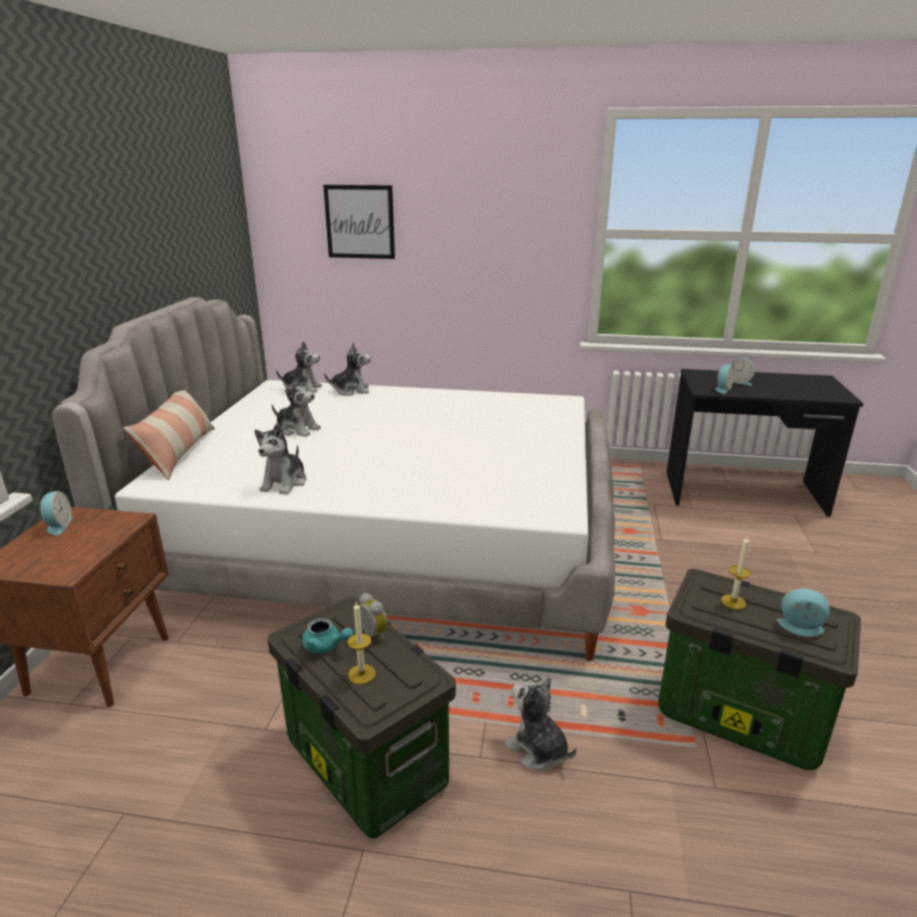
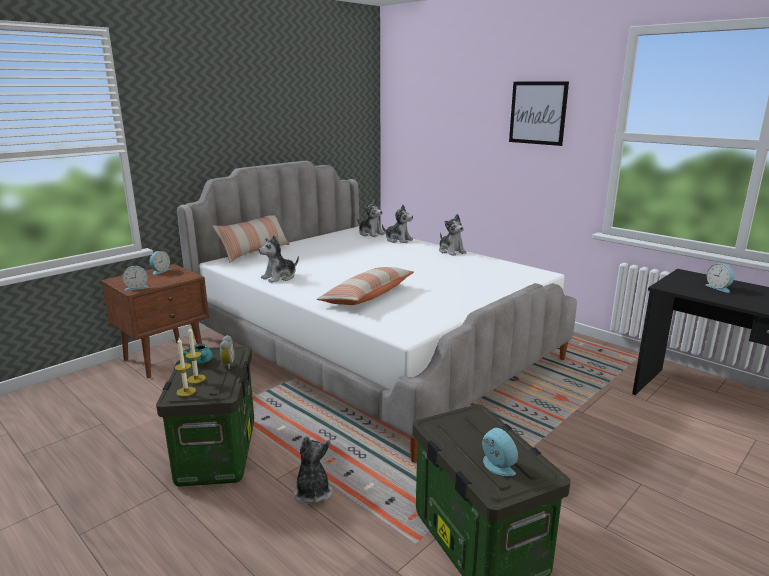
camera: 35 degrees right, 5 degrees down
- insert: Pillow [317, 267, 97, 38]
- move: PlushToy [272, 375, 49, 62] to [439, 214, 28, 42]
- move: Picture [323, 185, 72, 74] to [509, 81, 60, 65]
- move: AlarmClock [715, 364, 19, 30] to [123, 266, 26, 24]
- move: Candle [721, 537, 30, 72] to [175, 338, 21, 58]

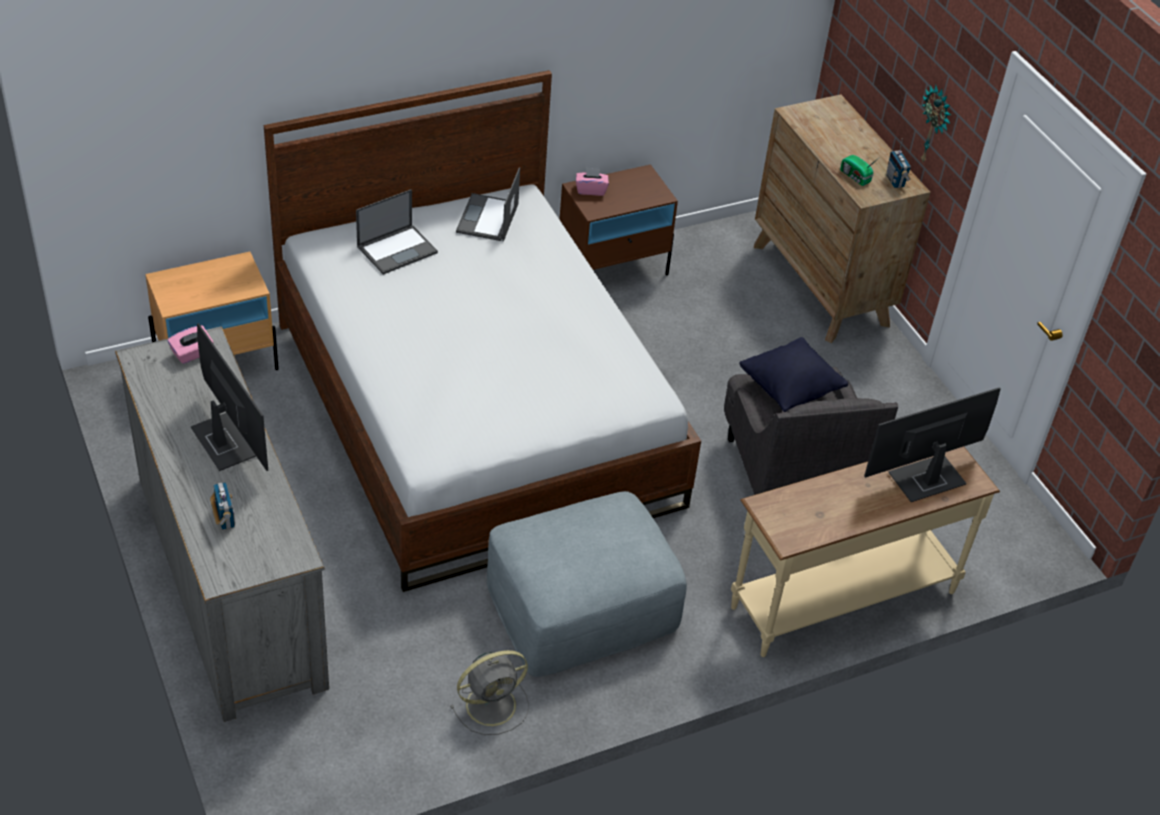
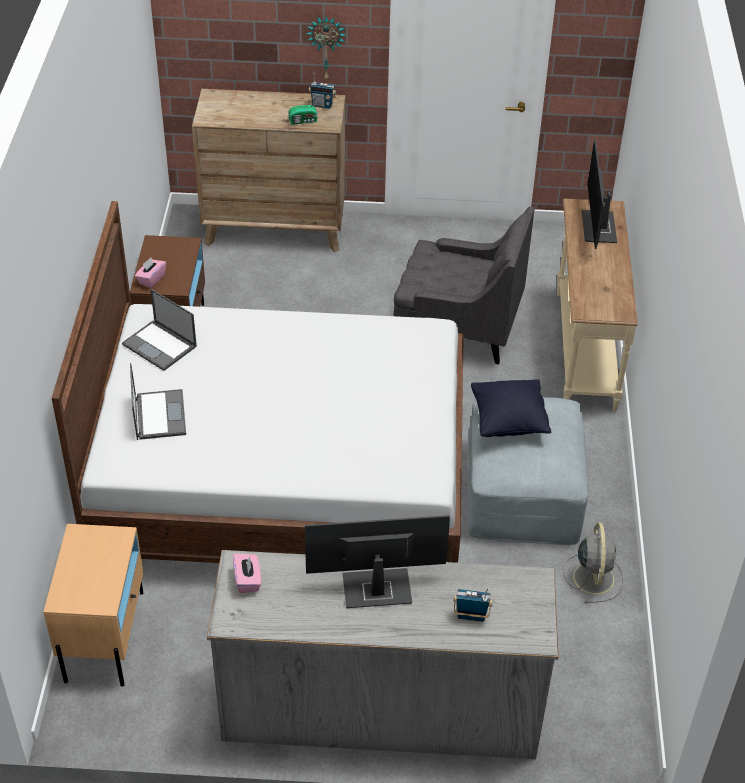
camera: 60 degrees left, 0 degrees up
- move: BlackPillow [739, 337, 109, 75] to [471, 379, 80, 58]

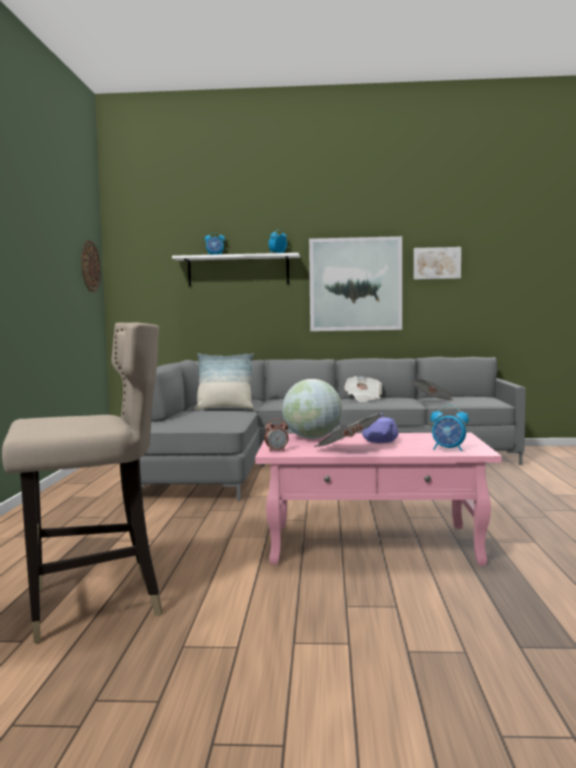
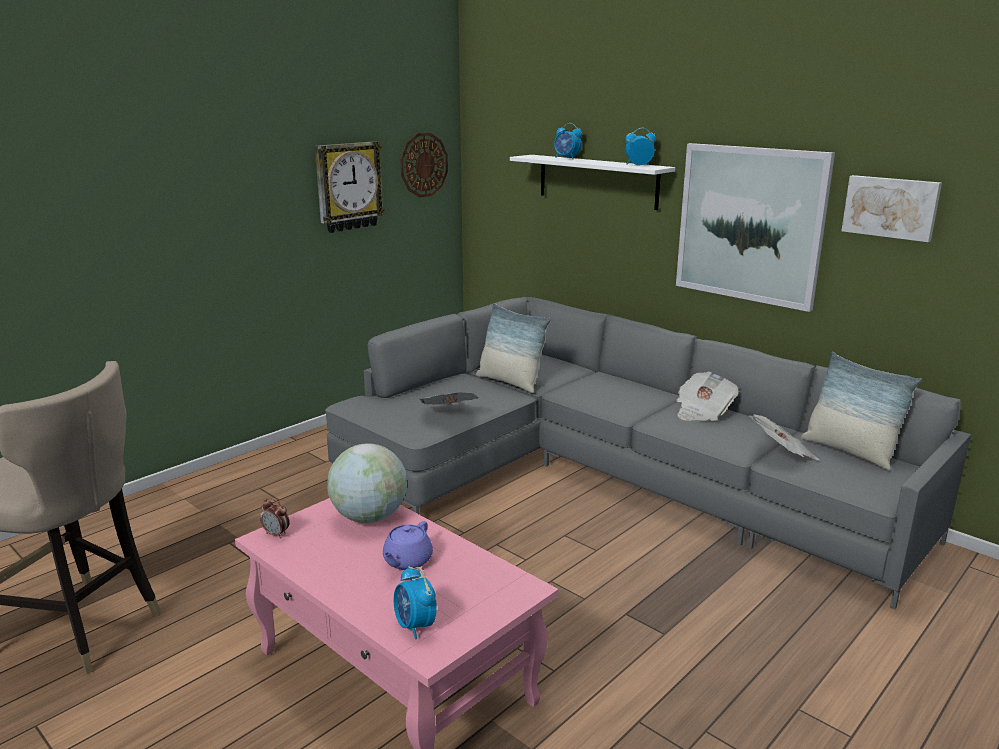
camera: 40 degrees right, 15 degrees up
- insert: WallClock [315, 141, 70, 92]
- insert: Pillow [801, 352, 121, 118]
- move: Newspaper [314, 413, 69, 34] to [420, 393, 59, 12]

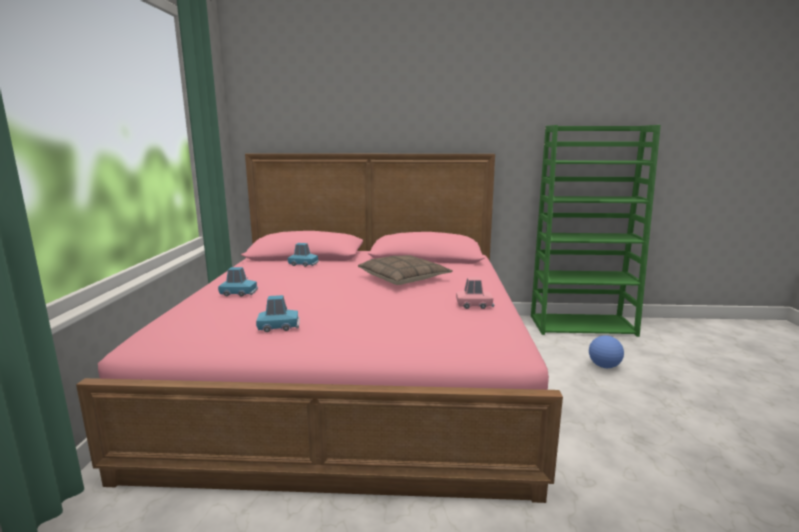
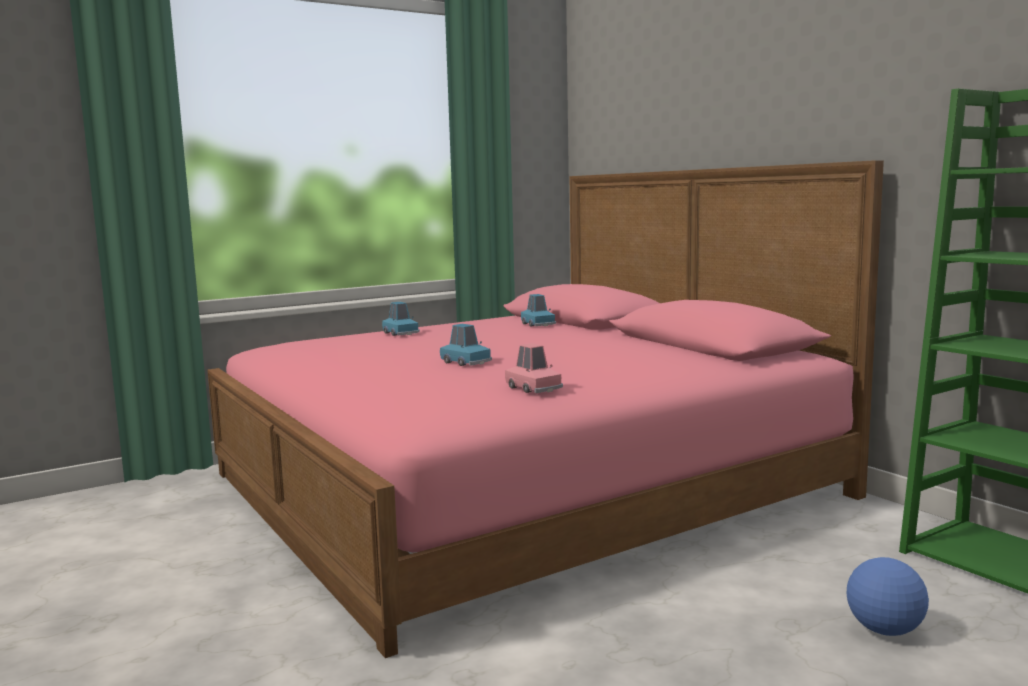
camera: 55 degrees right, 5 degrees down
- delete: Pillow [358, 255, 95, 30]
- move: BlueToyCar [256, 295, 44, 37] to [440, 324, 52, 42]

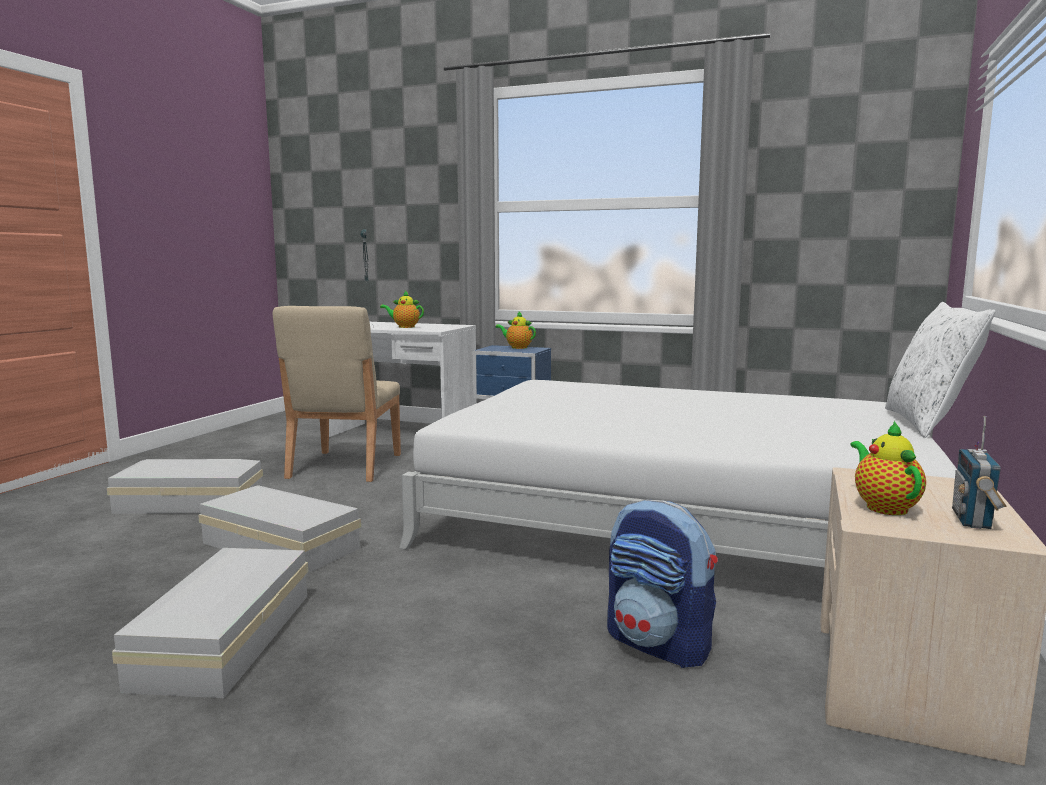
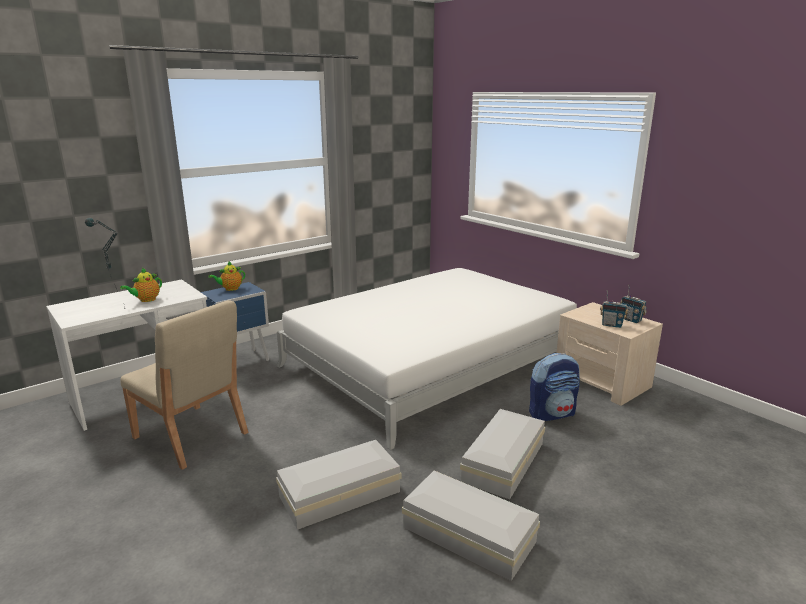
camera: 60 degrees left, 10 degrees up
- delete: WhitePillow [885, 302, 110, 136]
- move: WhiteStorageBox [107, 459, 156, 55] to [460, 409, 85, 90]
- replace: Teapot [850, 421, 76, 94] to Radio [600, 290, 28, 38]

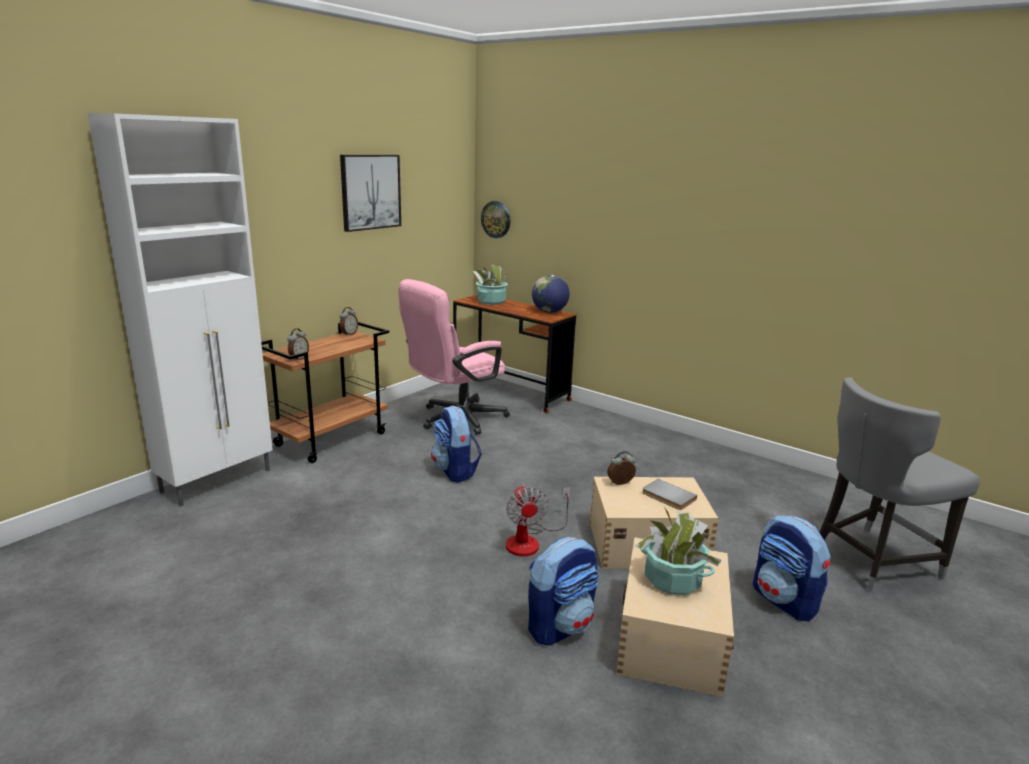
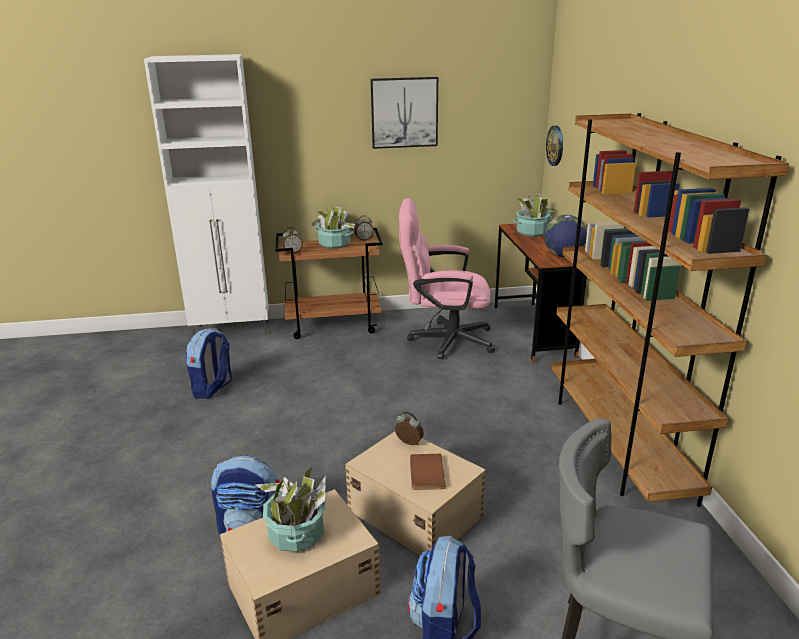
camera: 45 degrees right, 5 degrees up
- delete: Fan [506, 485, 65, 71]
- insert: PottedPlant [309, 206, 46, 43]
- insert: BrownBookcase [551, 113, 238, 394]
- move: Backpack [431, 406, 51, 77] to [185, 328, 47, 71]
- recolor: GreyBook [642, 479, 55, 31] to BrownBook [410, 454, 36, 36]

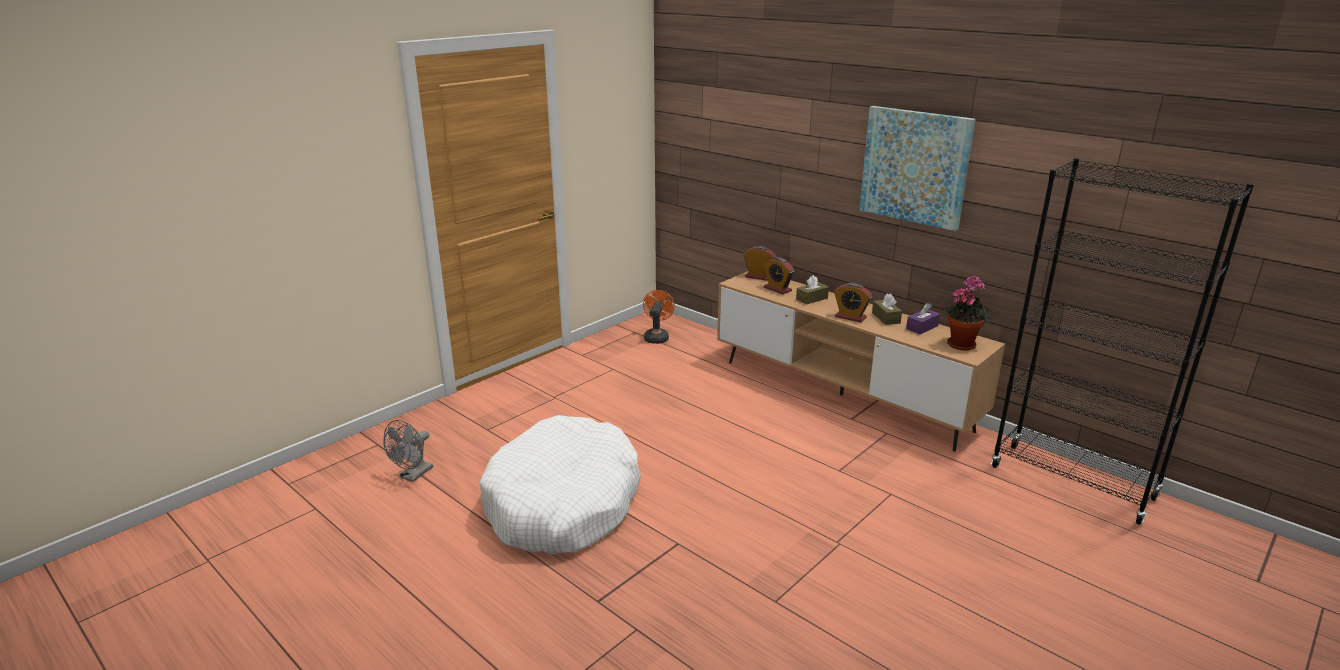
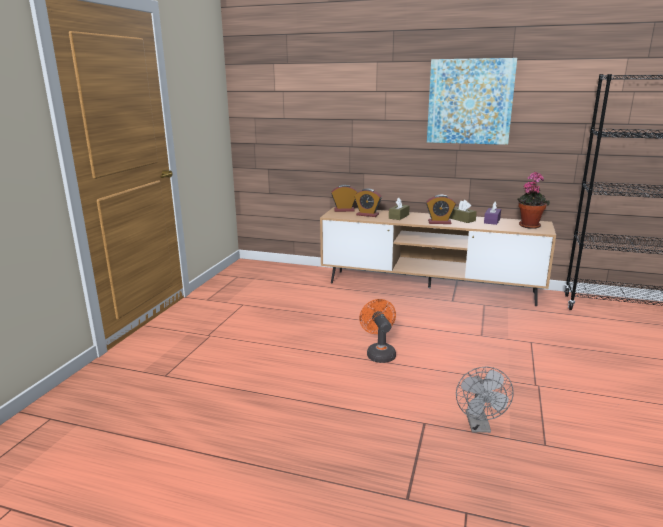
camera: 25 degrees left, 5 degrees down
- delete: WhiteDogBed [479, 415, 162, 139]
- move: GreyFan [383, 420, 50, 62] to [456, 367, 58, 66]
- move: OrangeFan [643, 290, 32, 54] to [359, 299, 37, 64]

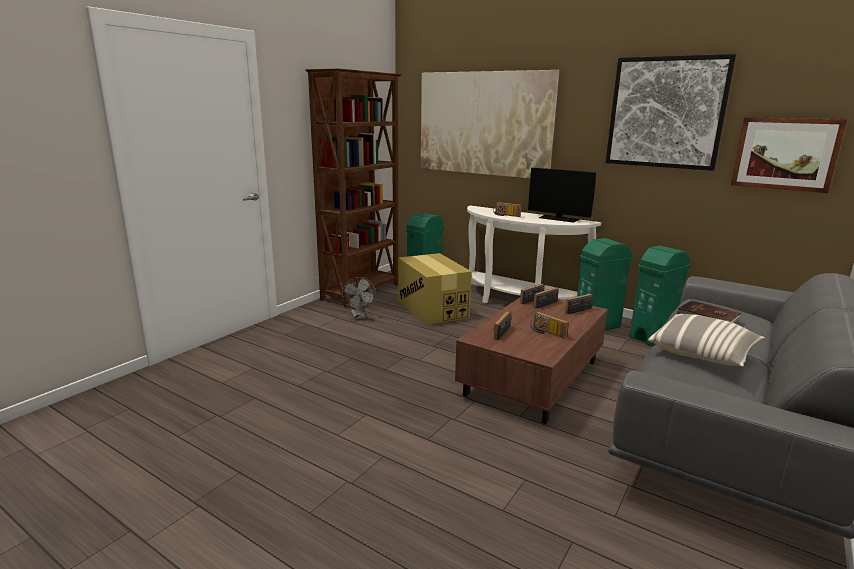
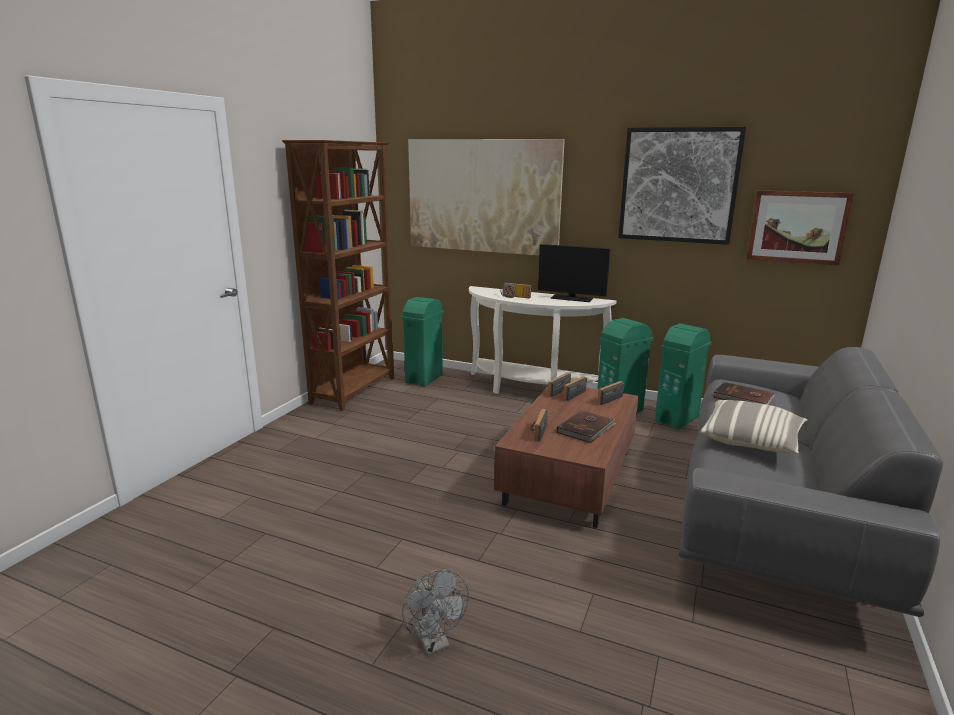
camera: 10 degrees left, 0 degrees up
- delete: CardboardBox [398, 253, 74, 72]
- move: GreyFan [342, 277, 34, 43] to [402, 569, 67, 86]
- replace: Radio [530, 312, 39, 27] to BrownBook [557, 410, 59, 33]

